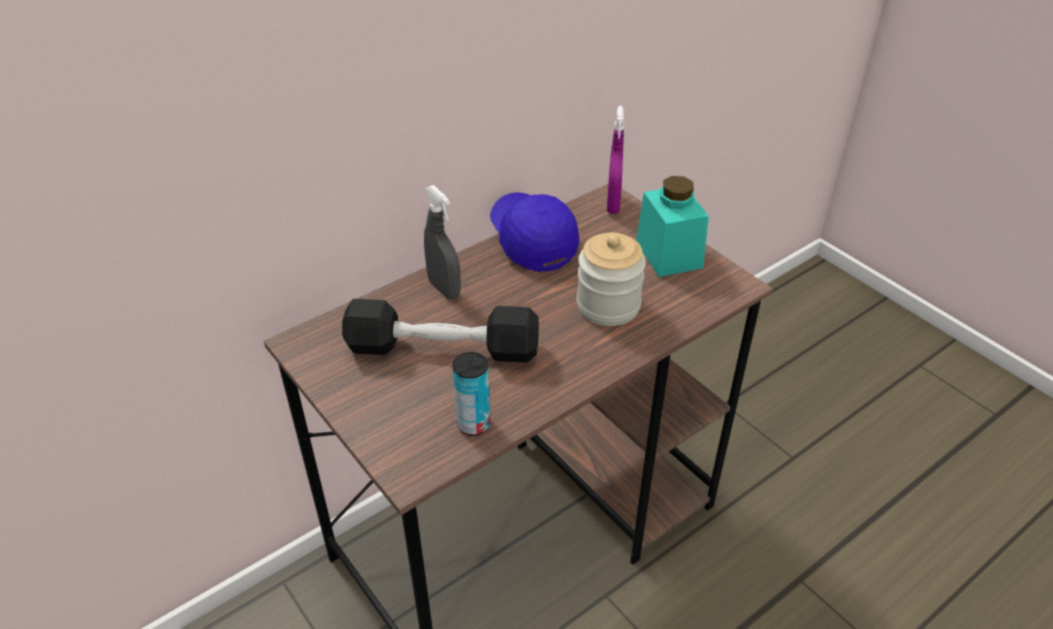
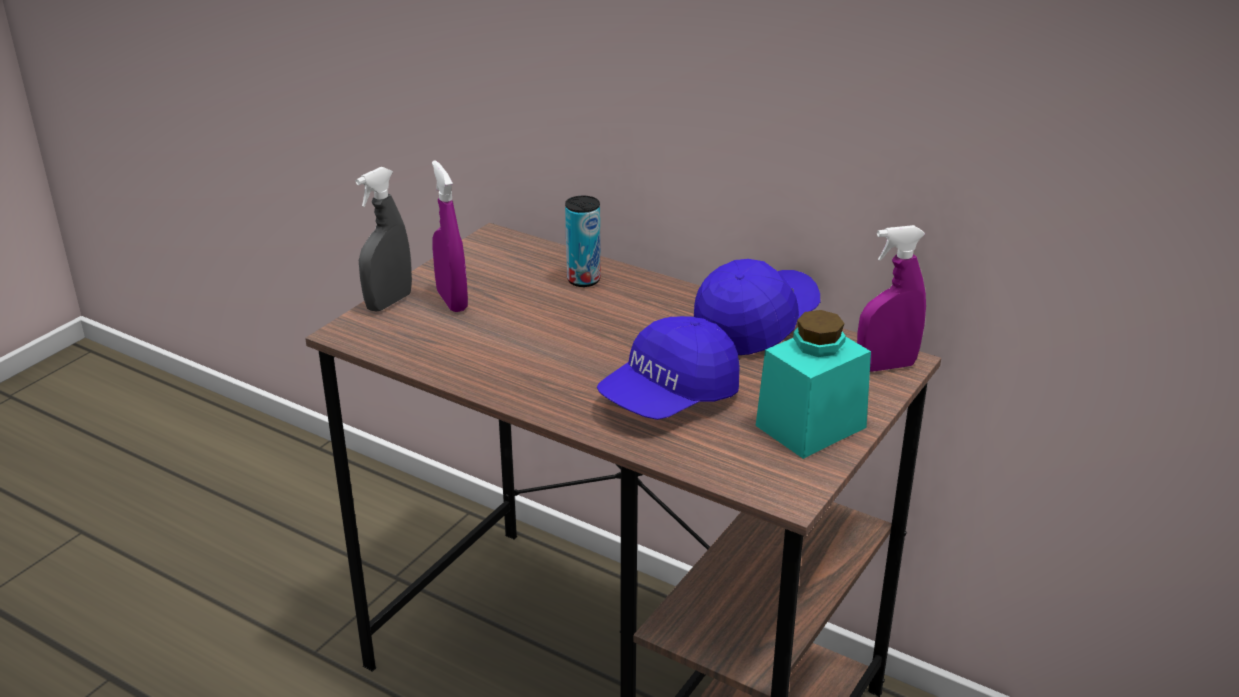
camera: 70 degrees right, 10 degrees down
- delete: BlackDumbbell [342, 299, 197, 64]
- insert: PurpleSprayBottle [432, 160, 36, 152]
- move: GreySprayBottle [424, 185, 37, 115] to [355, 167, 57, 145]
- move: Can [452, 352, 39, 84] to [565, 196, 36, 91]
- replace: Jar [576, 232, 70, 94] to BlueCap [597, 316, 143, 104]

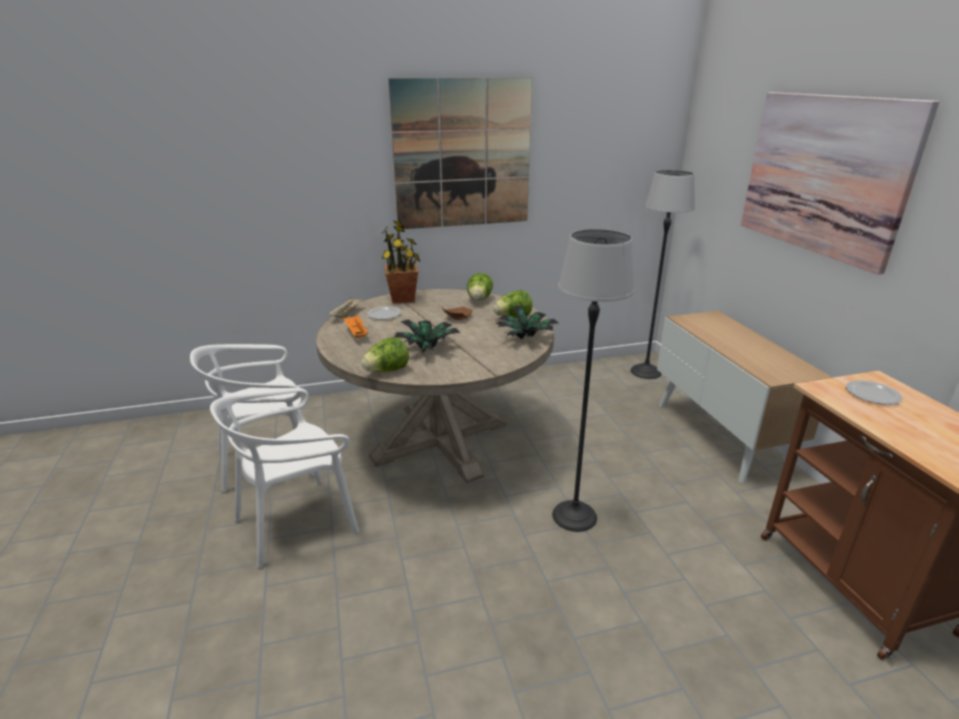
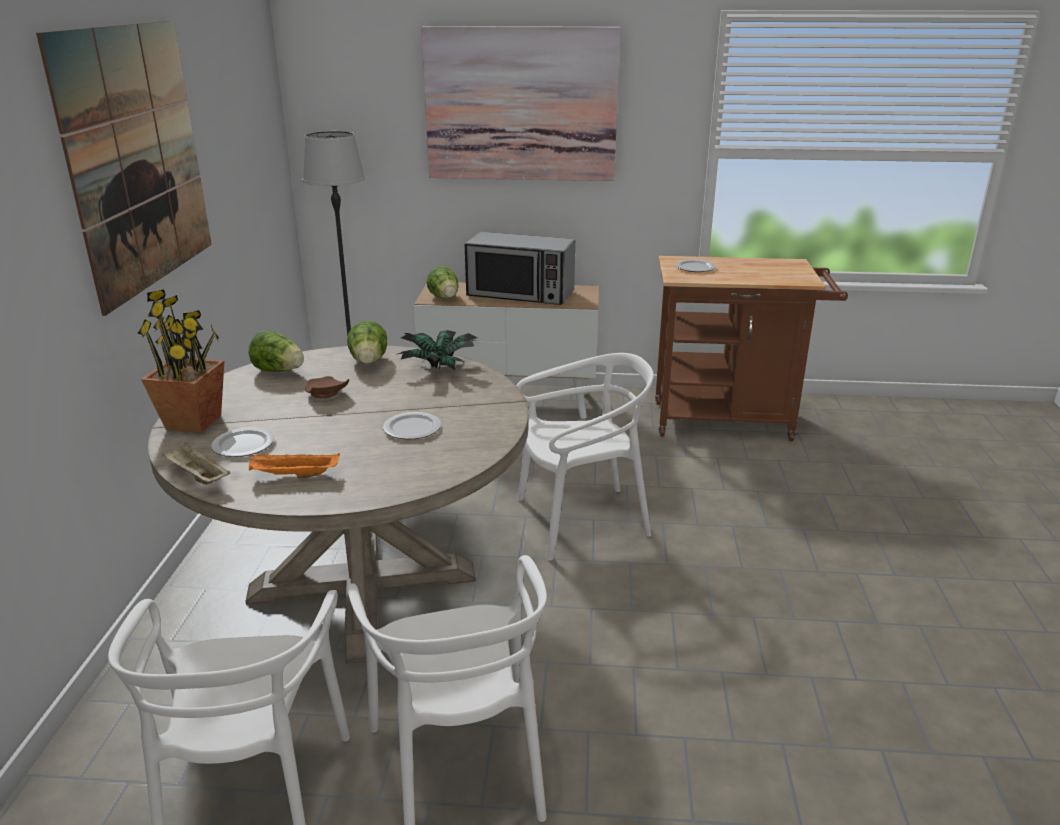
camera: 70 degrees left, 0 degrees up
- insert: Microwave [465, 232, 110, 73]
- move: Lettuce [361, 337, 48, 35] to [427, 266, 31, 33]
- replace: PottedPlant [394, 319, 66, 34] to Plate [383, 412, 58, 27]
- replace: FloorLamp [552, 229, 83, 303] to WhiteChair [517, 353, 137, 207]

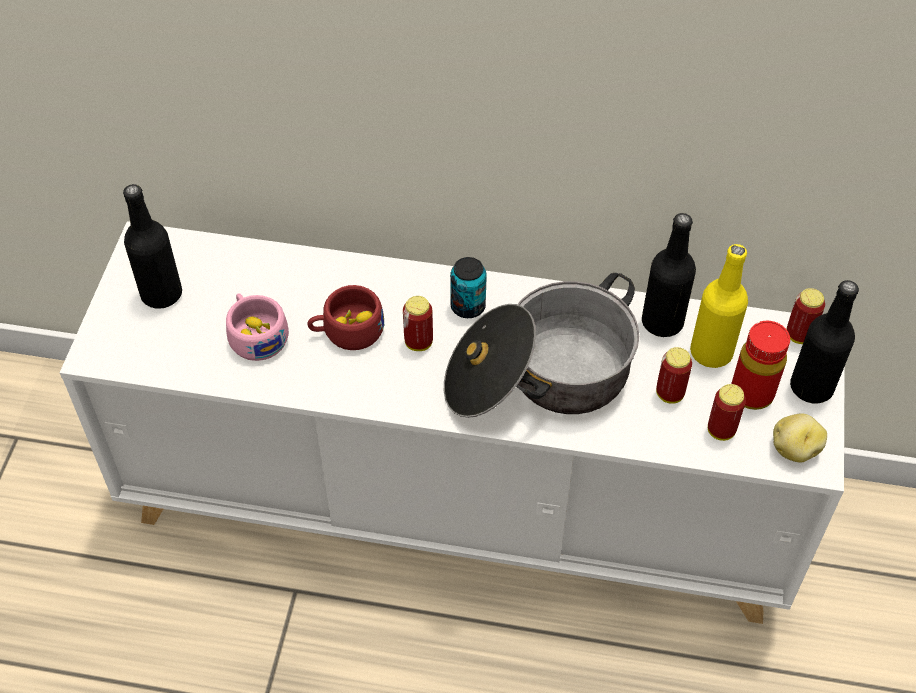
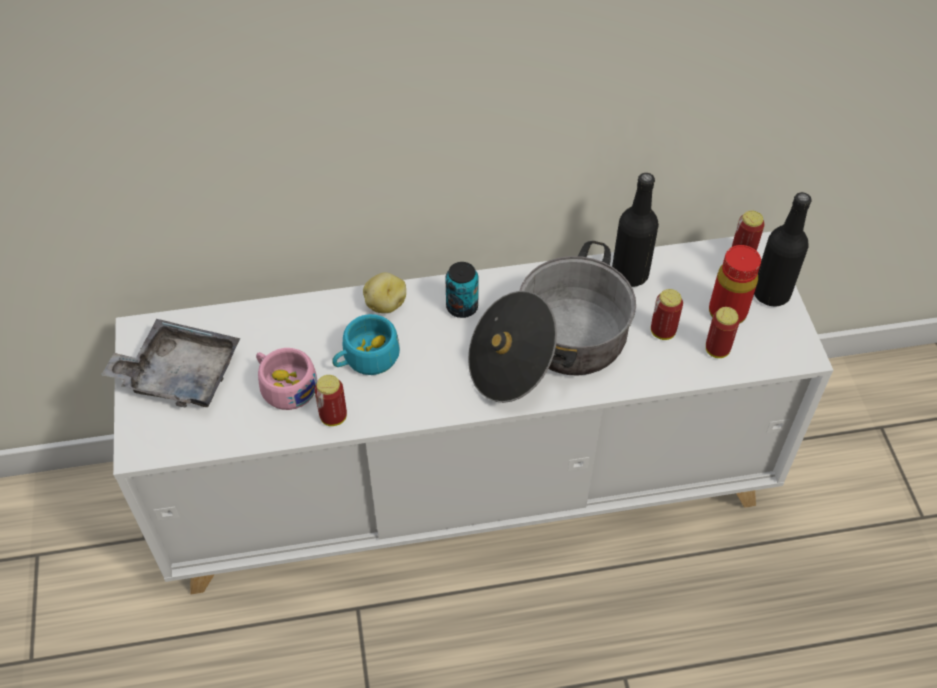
camera: 20 degrees left, 0 degrees up
- delete: YellowBottle [690, 244, 58, 124]
- move: Can [403, 296, 30, 55] to [314, 375, 33, 51]
- move: Potato [773, 413, 54, 50] to [363, 272, 43, 41]
- replace: BlackBottle [123, 184, 59, 125] to GreyTray [101, 319, 139, 88]
- recolor: RedCup [307, 285, 77, 65] to TurquoiseCup [332, 314, 68, 61]

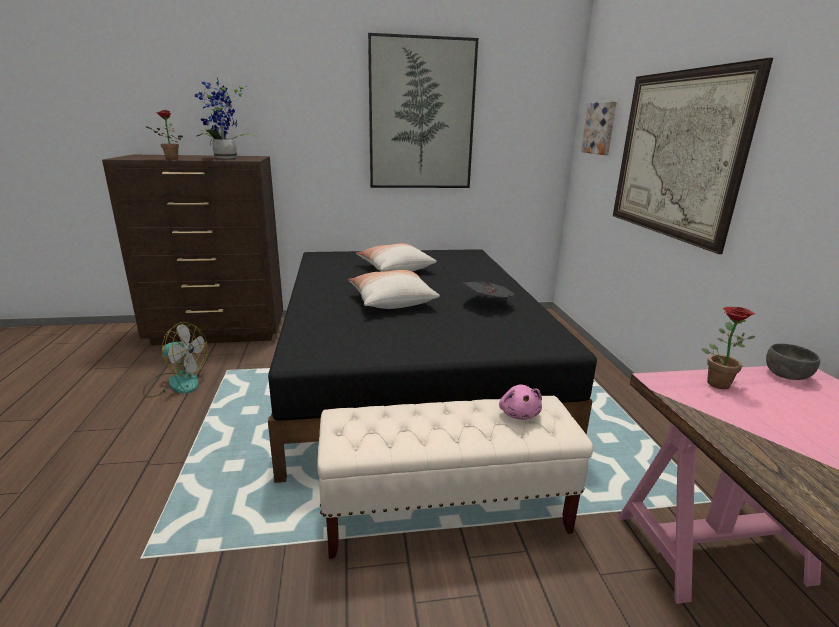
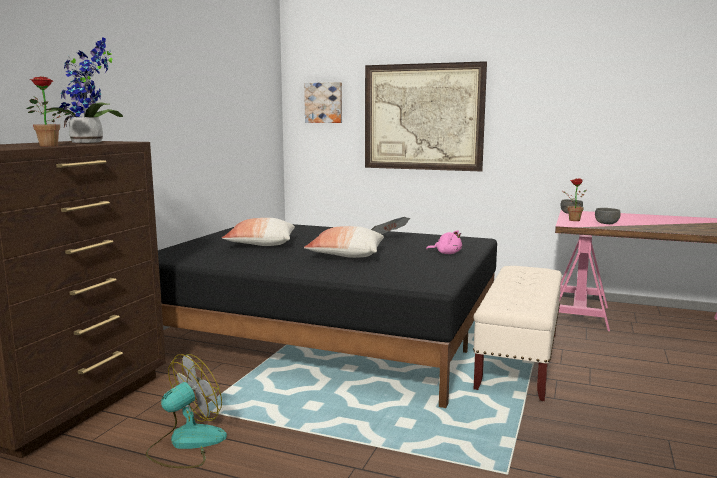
camera: 60 degrees left, 10 degrees down
- delete: Picture [368, 33, 110, 155]
- insert: GreyBowl [595, 208, 26, 16]
- move: PinkPlushToy [499, 385, 43, 35] to [426, 230, 36, 24]

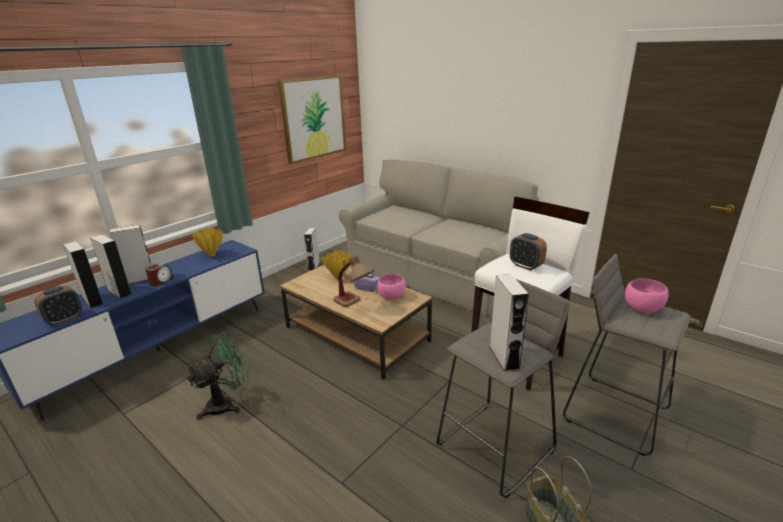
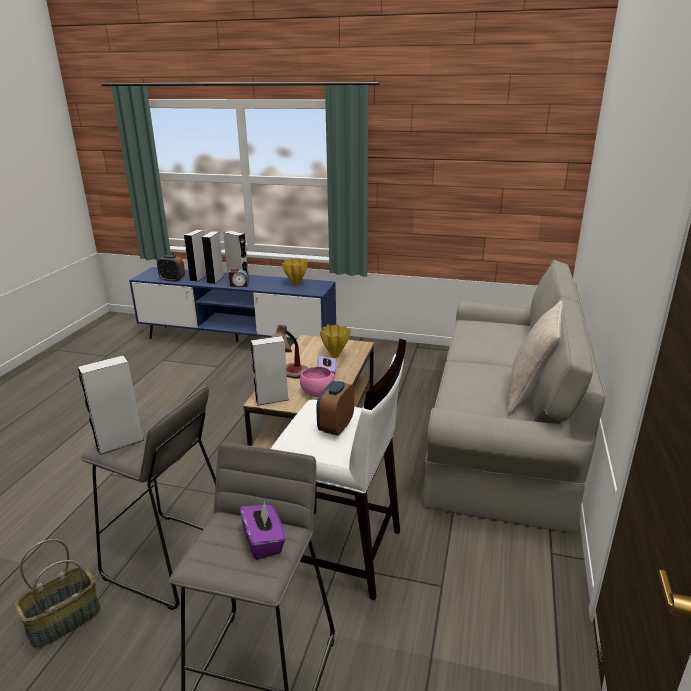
camera: 65 degrees right, 0 degrees up
- delete: GreenFan [186, 331, 64, 89]
- delete: Picture [278, 75, 68, 89]
- insert: BeigePillow [508, 301, 55, 113]
- move: GreySpeaker [304, 228, 16, 43] to [251, 336, 38, 70]
- replace: PinkBowl [625, 278, 44, 35] to PurpleTissueBox [240, 501, 45, 59]

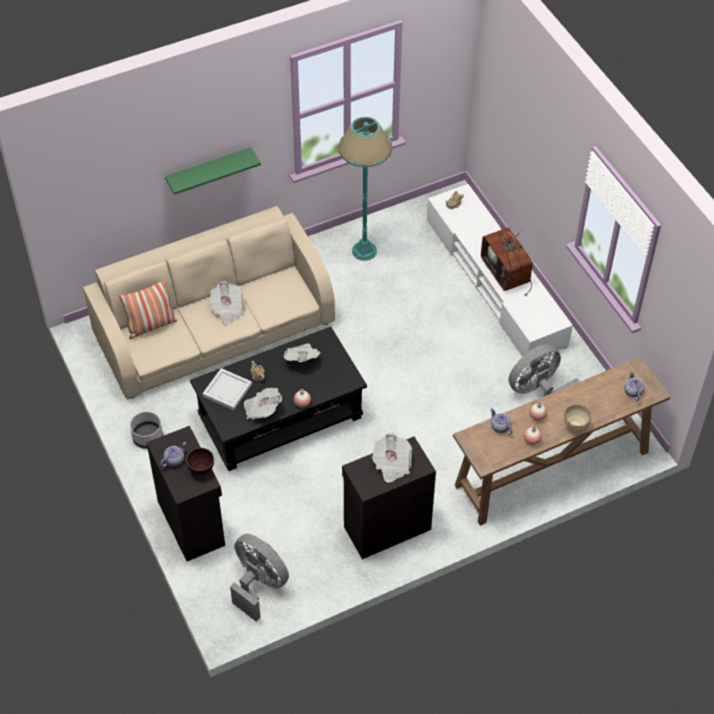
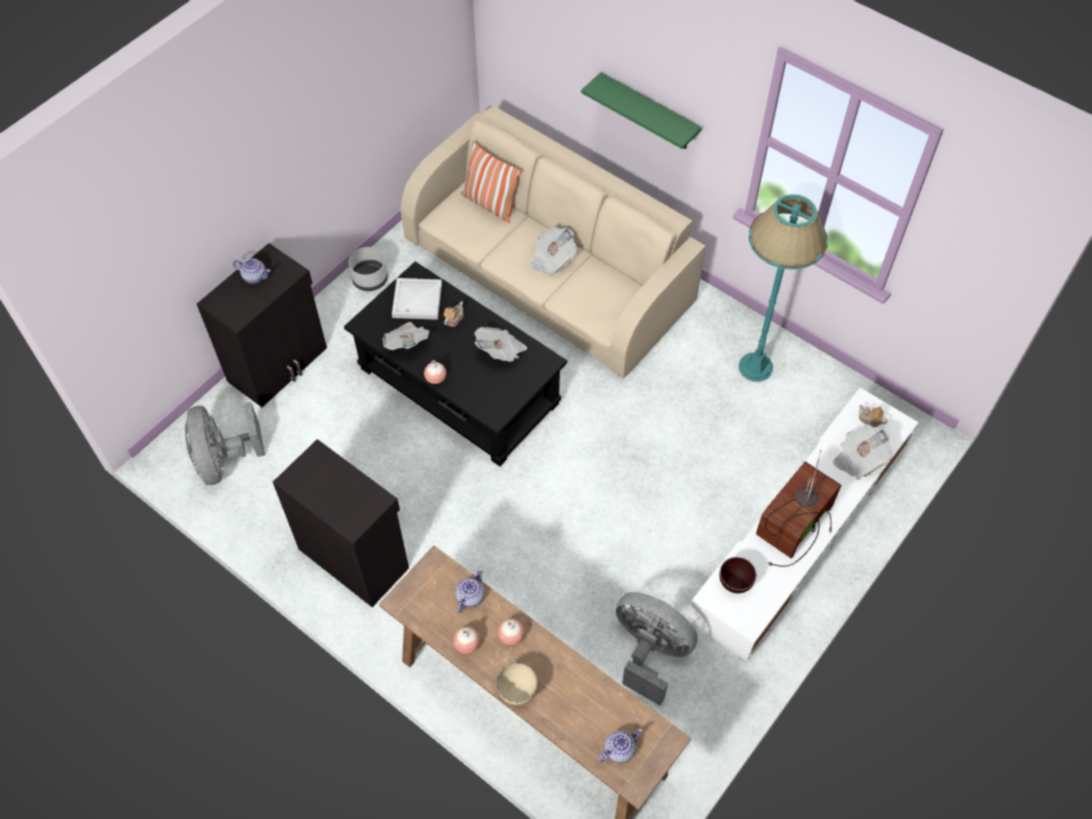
camera: 65 degrees right, 5 degrees up
- move: BrownBowl [186, 448, 28, 27] to [720, 557, 36, 36]
- move: Newspaper [372, 433, 40, 50] to [833, 424, 59, 56]
- rotate: GreyFan [230, 534, 59, 88] = [185, 402, 80, 83] 150 degrees clockwise

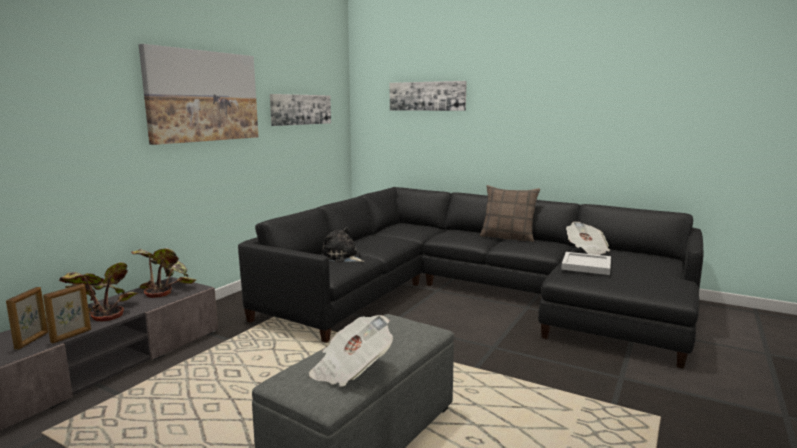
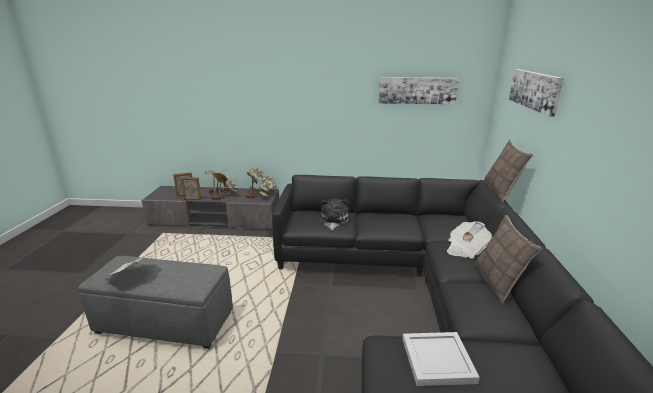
camera: 65 degrees right, 10 degrees up
- delete: Picture [139, 44, 120, 101]
- insert: Pillow [483, 140, 50, 63]
- move: Newspaper [566, 222, 44, 33] to [447, 221, 45, 38]

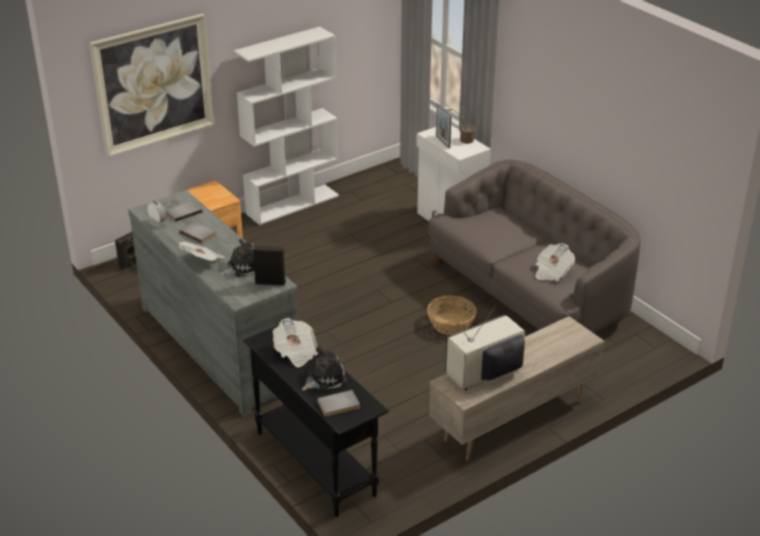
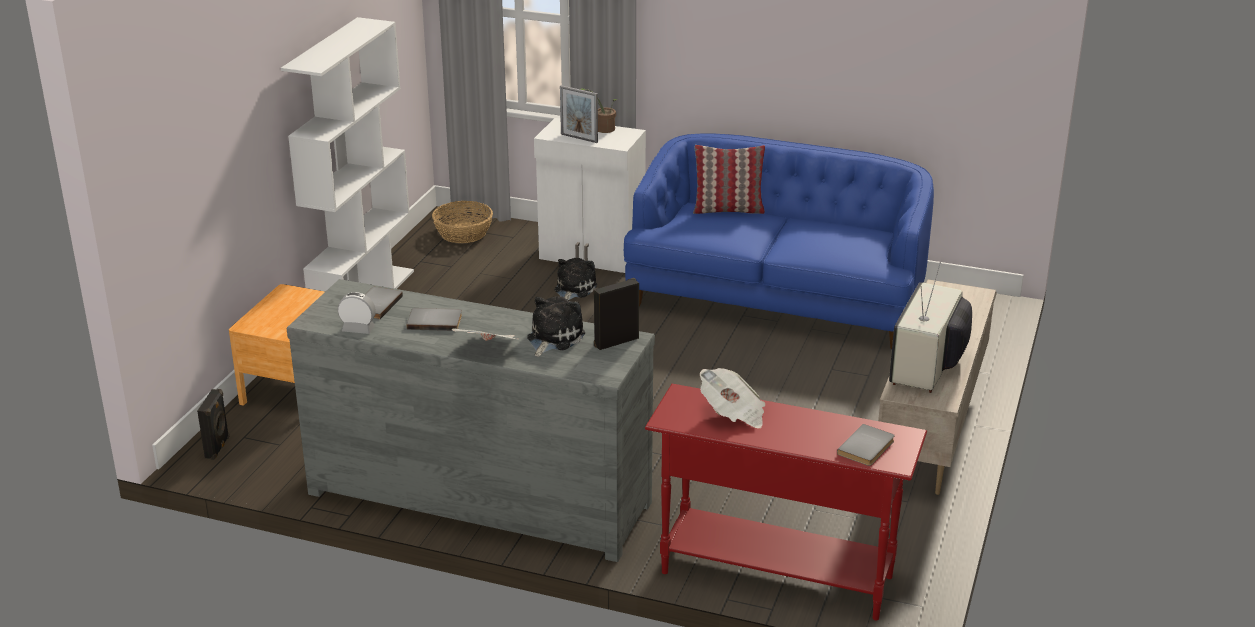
camera: 35 degrees left, 5 degrees down
- delete: Picture [89, 13, 125, 144]
- delete: Newspaper [535, 243, 40, 38]
- insert: Pillow [693, 145, 72, 69]
- move: PlushToy [302, 348, 45, 43] to [554, 258, 43, 42]
- move: Basket [427, 296, 50, 39] to [432, 201, 61, 42]
- recolor: BlackConsoleTable [243, 325, 146, 192] to RedConsoleTable [645, 384, 282, 237]
- recolor: GreySofa [428, 160, 212, 173] to BlueSofa [624, 134, 310, 215]

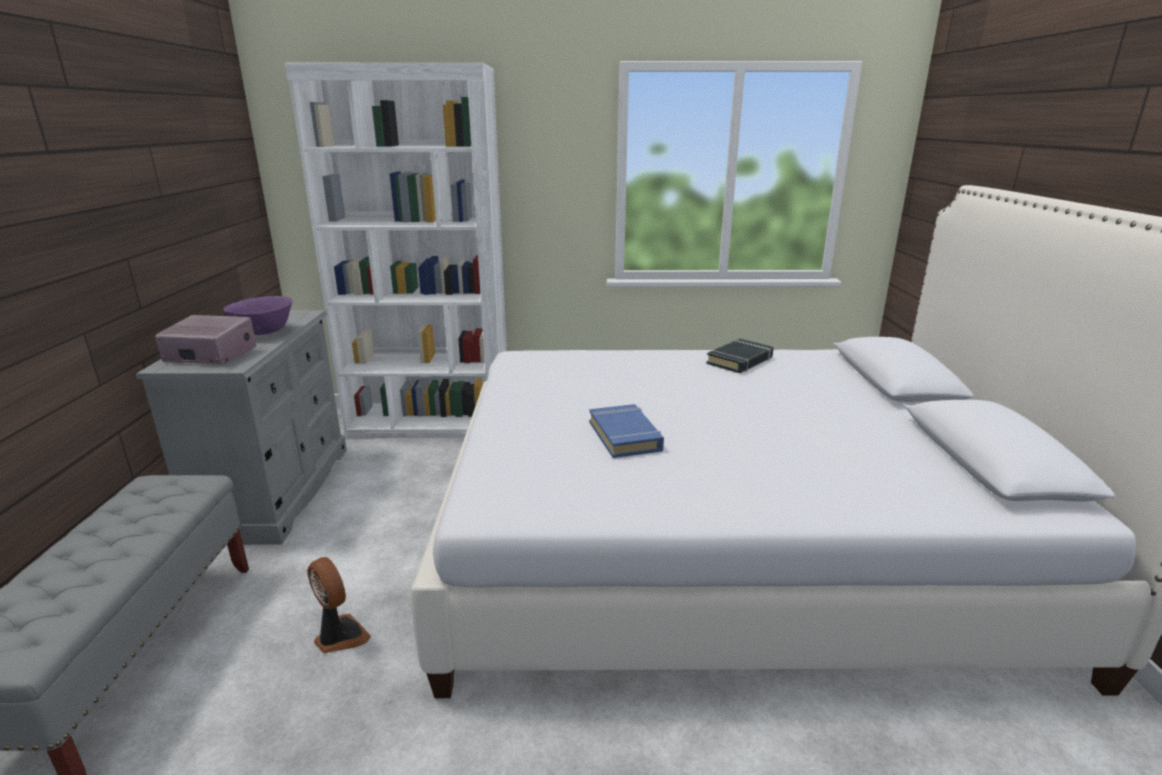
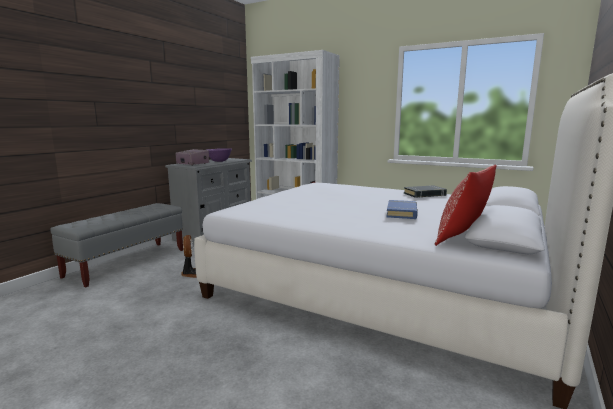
camera: 30 degrees right, 10 degrees down
- insert: Pillow [435, 164, 61, 82]
- move: BlueBook [589, 404, 75, 54] to [387, 200, 31, 19]

